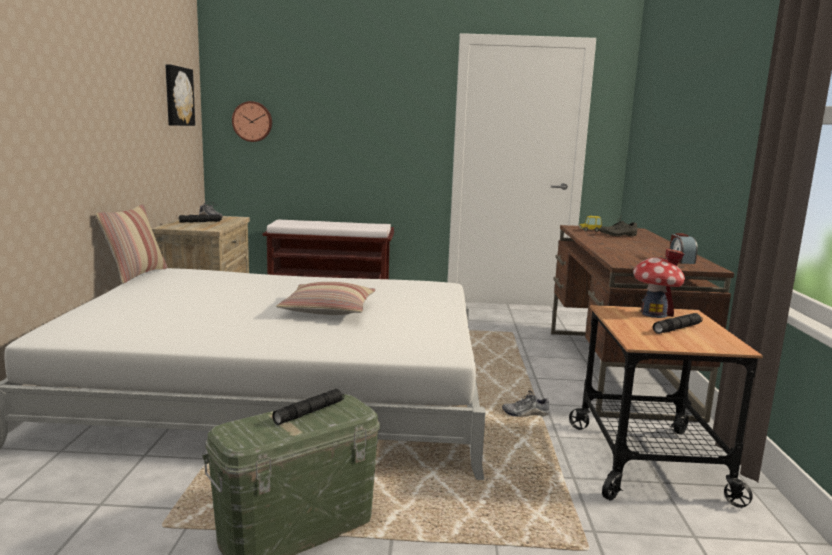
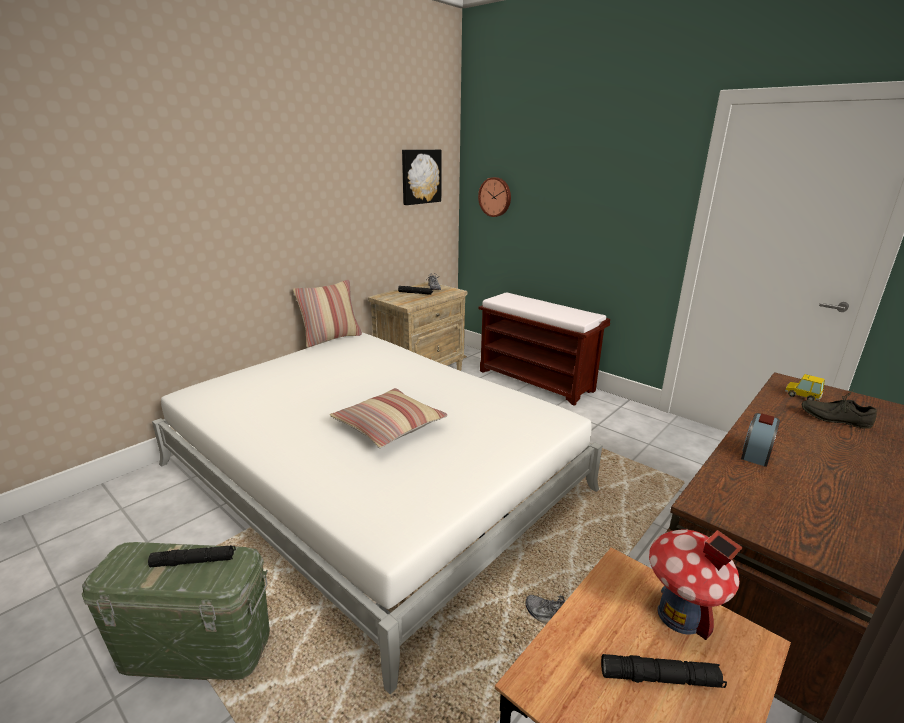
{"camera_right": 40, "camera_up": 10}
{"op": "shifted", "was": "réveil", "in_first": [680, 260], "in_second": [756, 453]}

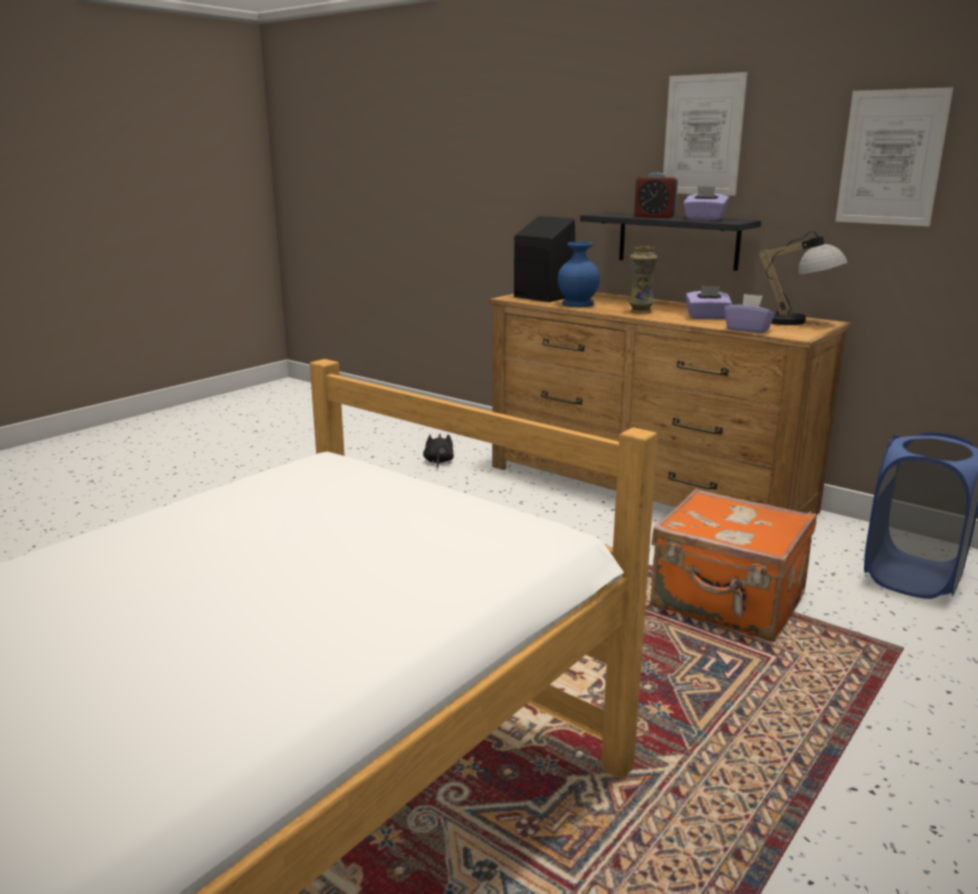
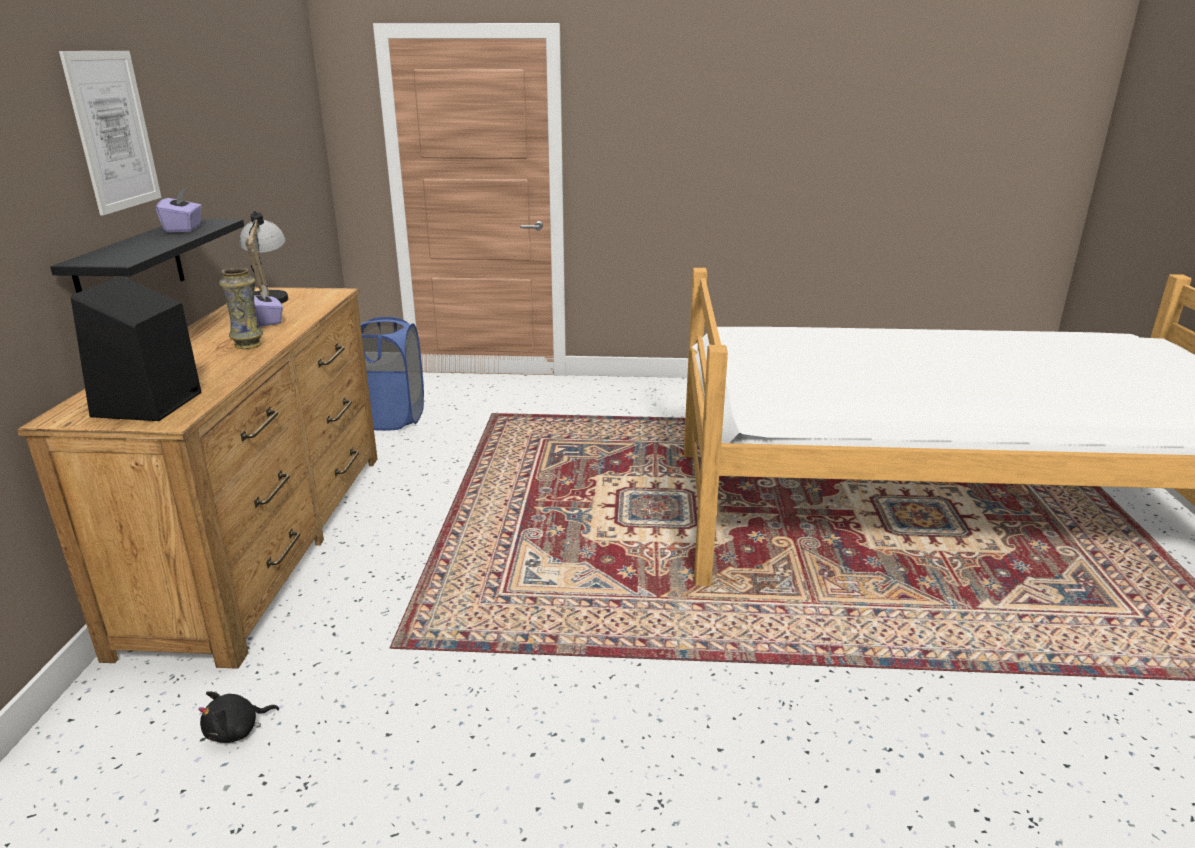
{"camera_right": -125, "camera_up": 5}
{"op": "gone", "was": "tableau", "in_first": [891, 158]}
{"op": "gone", "was": "réveil", "in_first": [654, 217]}
{"op": "gone", "was": "vase [bleu]", "in_first": [578, 304]}
{"op": "gone", "was": "boîte à mouchoirs [violet]", "in_first": [748, 330]}
{"op": "gone", "was": "valise [orange]", "in_first": [728, 603]}

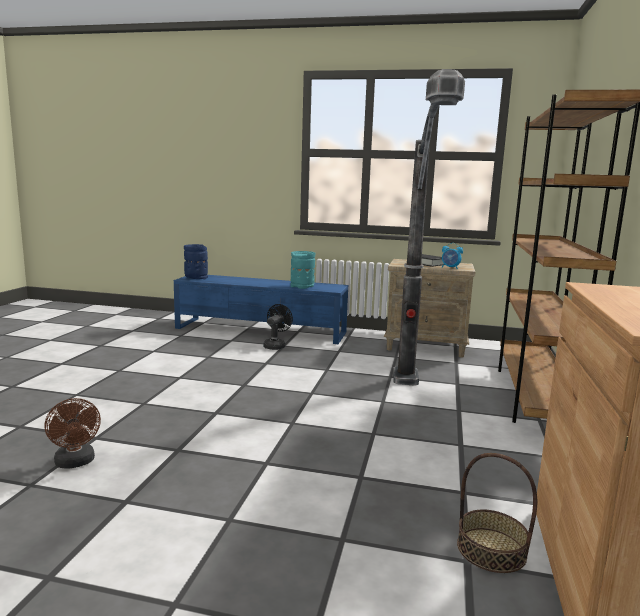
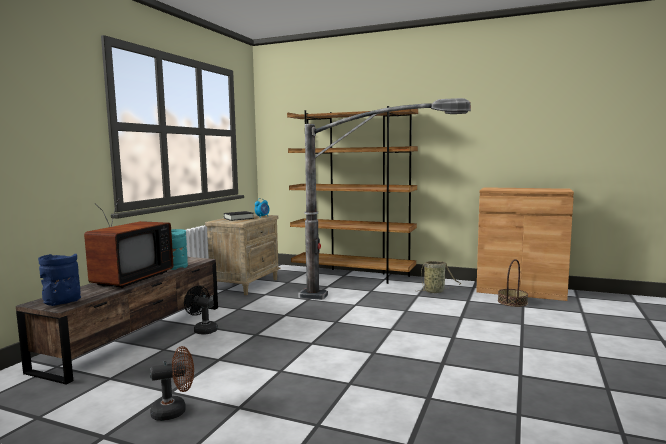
{"camera_right": -80, "camera_up": -5}
{"op": "repainted", "was": "meuble télé [bleu]", "now": "meuble télé [marron]", "in_first": [261, 330], "in_second": [138, 335]}
{"op": "shifted", "was": "ventilateur [marron]", "in_first": [75, 463], "in_second": [175, 411]}
{"op": "new", "now": "téléviseur", "in_second": [128, 279]}
{"op": "new", "now": "panier", "in_second": [435, 291]}

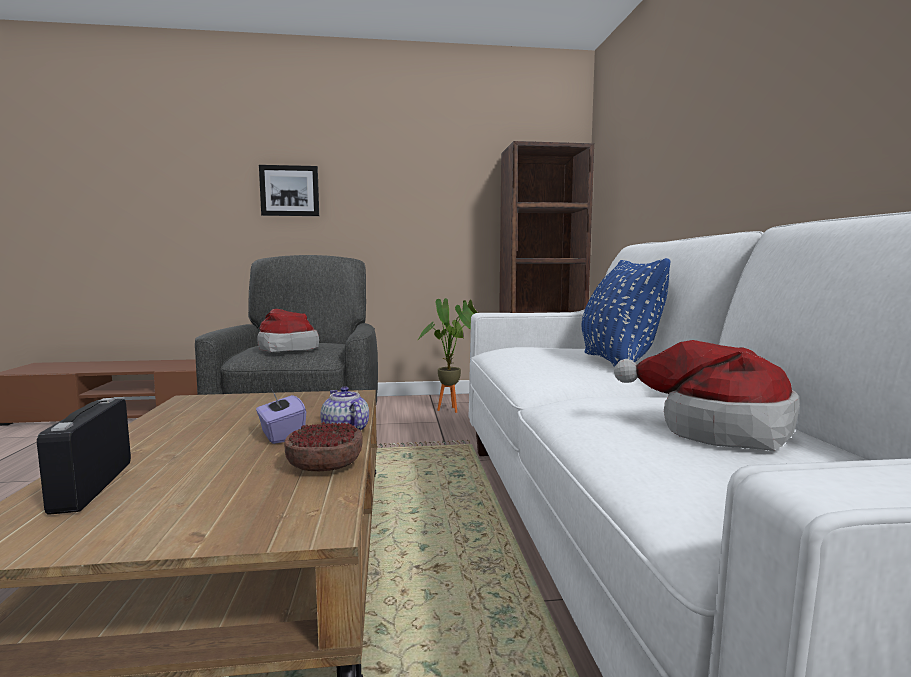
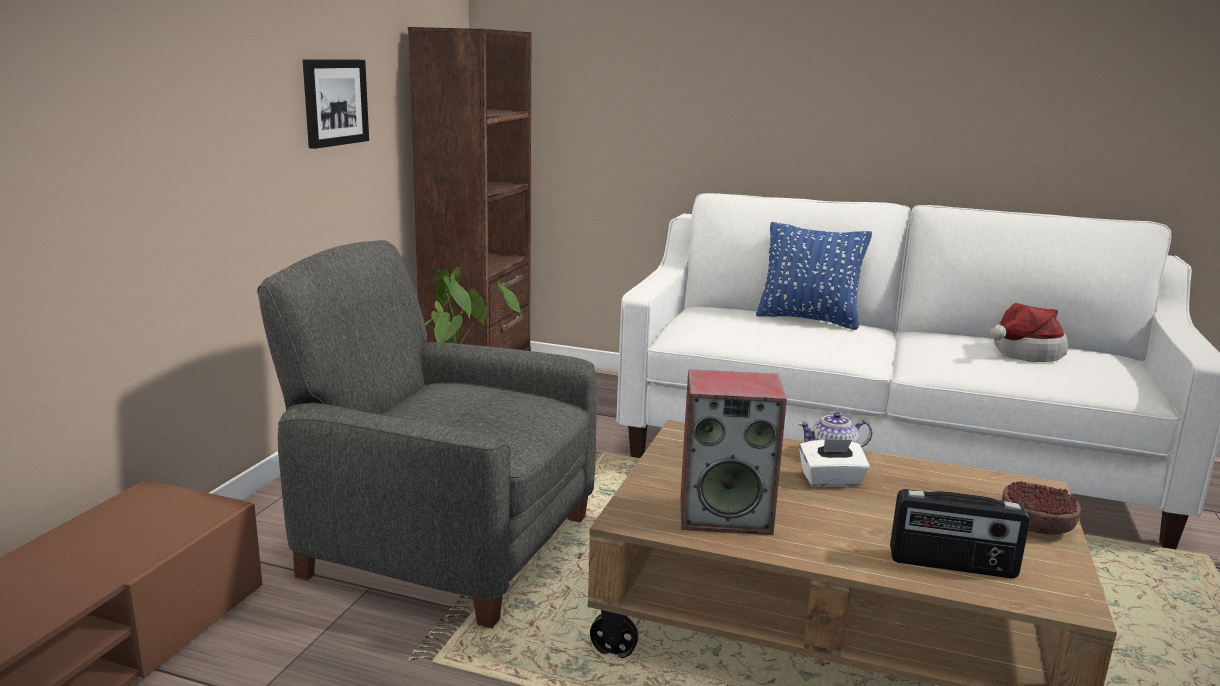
{"camera_right": -65, "camera_up": 10}
{"op": "shifted", "was": "tableau", "in_first": [289, 191], "in_second": [334, 102]}
{"op": "gone", "was": "chapeau", "in_first": [286, 348]}
{"op": "repainted", "was": "boîte à mouchoirs [violet]", "now": "boîte à mouchoirs [blanc]", "in_first": [281, 435], "in_second": [831, 481]}
{"op": "shifted", "was": "bol", "in_first": [324, 465], "in_second": [1036, 525]}
{"op": "new", "now": "enceinte", "in_second": [726, 514]}

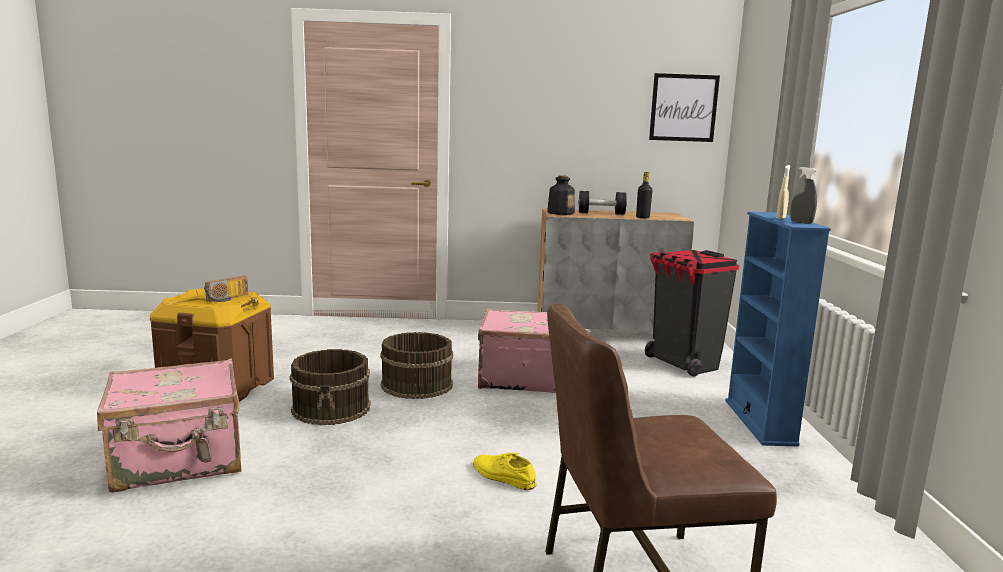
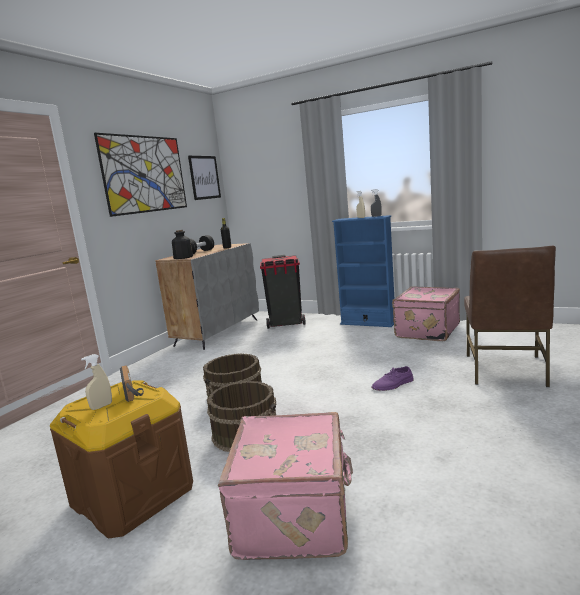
{"camera_right": -60, "camera_up": 0}
{"op": "shifted", "was": "valise [rose]", "in_first": [522, 378], "in_second": [426, 331]}
{"op": "repainted", "was": "chaussure [jaune]", "now": "chaussure [violet]", "in_first": [503, 476], "in_second": [393, 384]}
{"op": "new", "now": "tableau", "in_second": [145, 174]}
{"op": "new", "now": "vaporisateur [beige]", "in_second": [101, 406]}

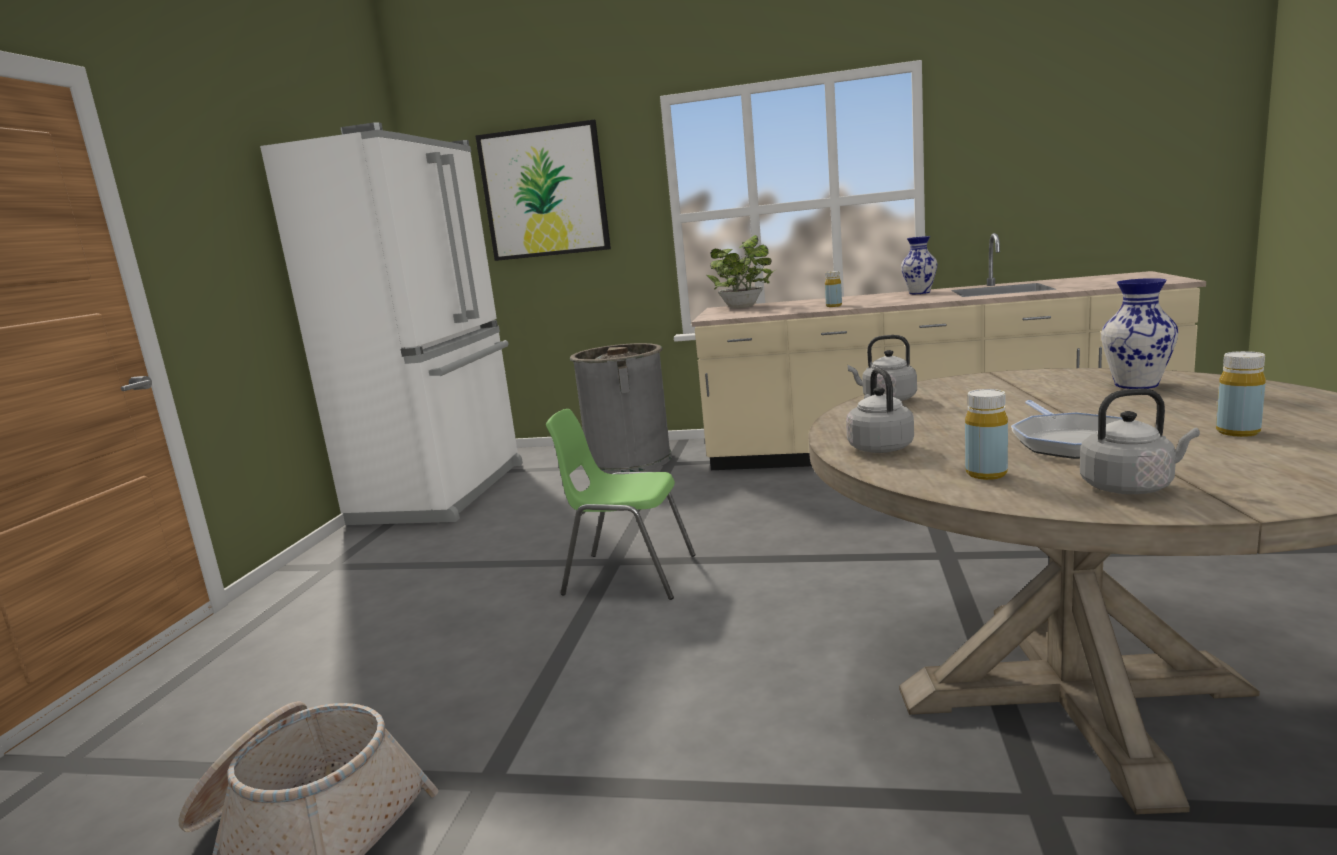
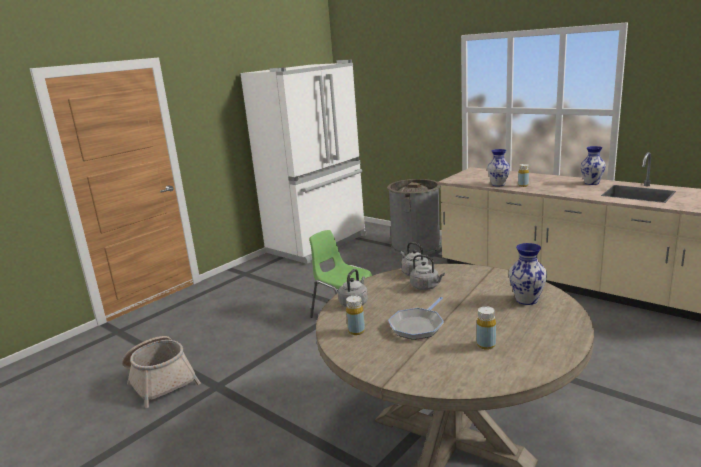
{"camera_right": 30, "camera_up": 5}
{"op": "gone", "was": "tableau", "in_first": [544, 192]}
{"op": "gone", "was": "plante en pot", "in_first": [743, 307]}
{"op": "shifted", "was": "bouilloire [gris]", "in_first": [1130, 487], "in_second": [426, 287]}
{"op": "new", "now": "vase", "in_second": [498, 184]}

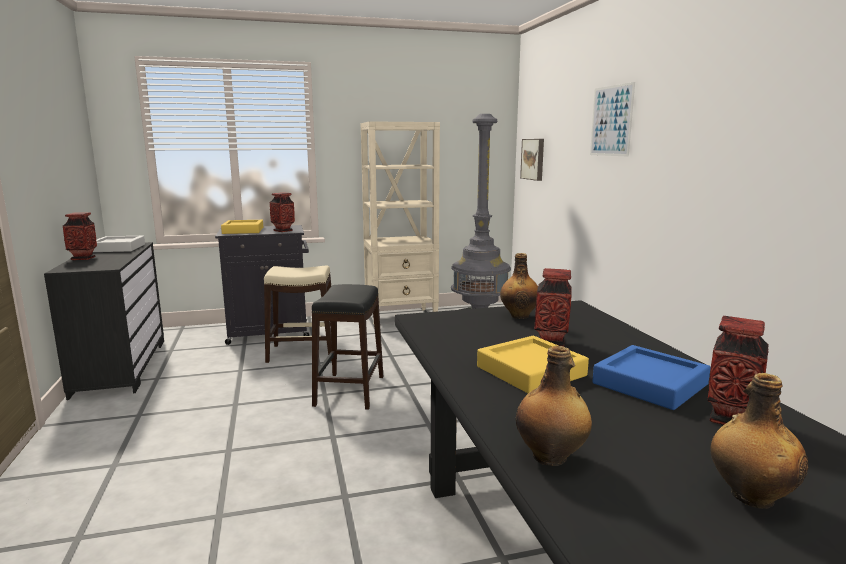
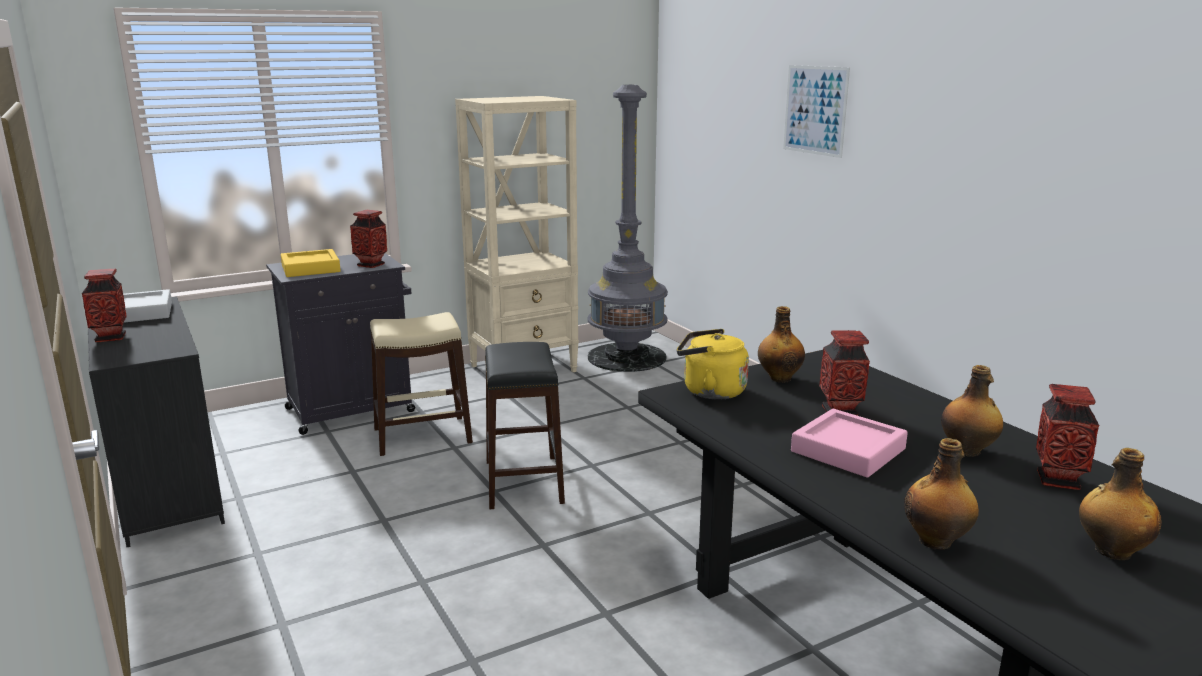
{"camera_right": -15, "camera_up": 5}
{"op": "gone", "was": "tableau", "in_first": [533, 159]}
{"op": "repainted", "was": "plateau [jaune]", "now": "plateau [rose]", "in_first": [531, 371], "in_second": [848, 450]}
{"op": "swapped", "was": "plateau [bleu]", "now": "bouteille", "in_first": [650, 384], "in_second": [967, 451]}
{"op": "new", "now": "bouilloire [jaune]", "in_second": [710, 391]}

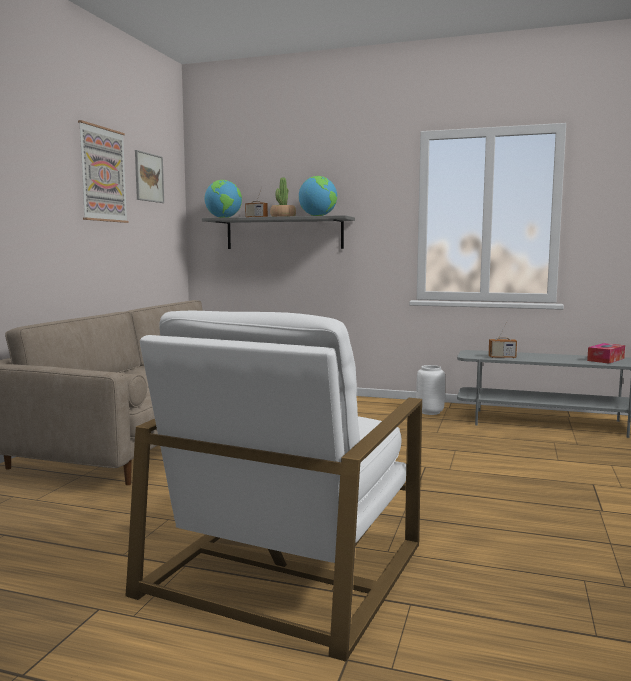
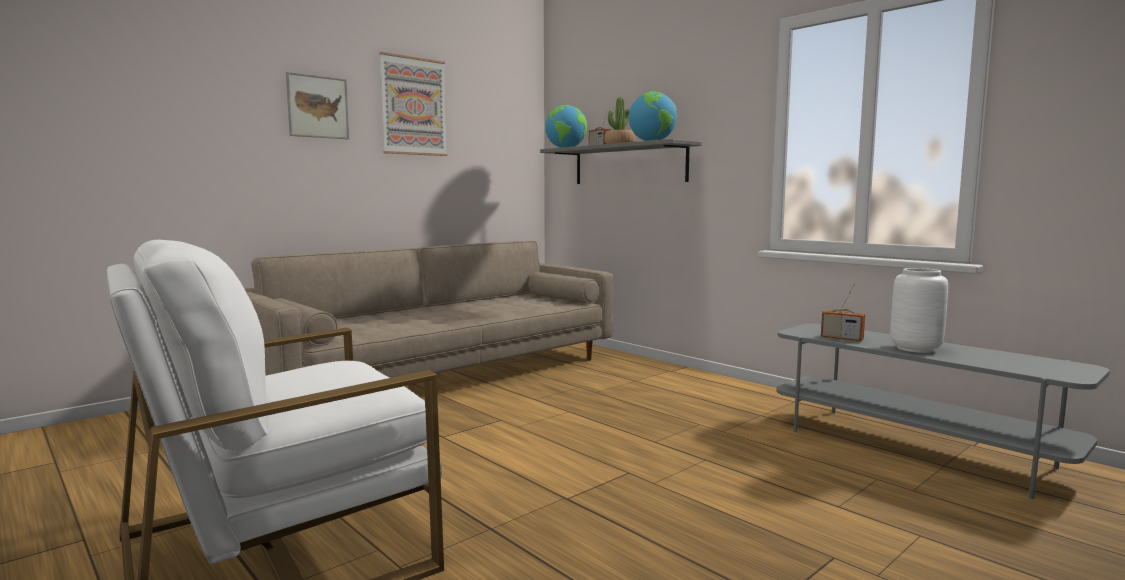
{"camera_right": 30, "camera_up": 0}
{"op": "shifted", "was": "tableau", "in_first": [149, 177], "in_second": [318, 107]}
{"op": "gone", "was": "boîte à mouchoirs", "in_first": [605, 359]}
{"op": "shifted", "was": "vase [blanc]", "in_first": [430, 412], "in_second": [916, 349]}

